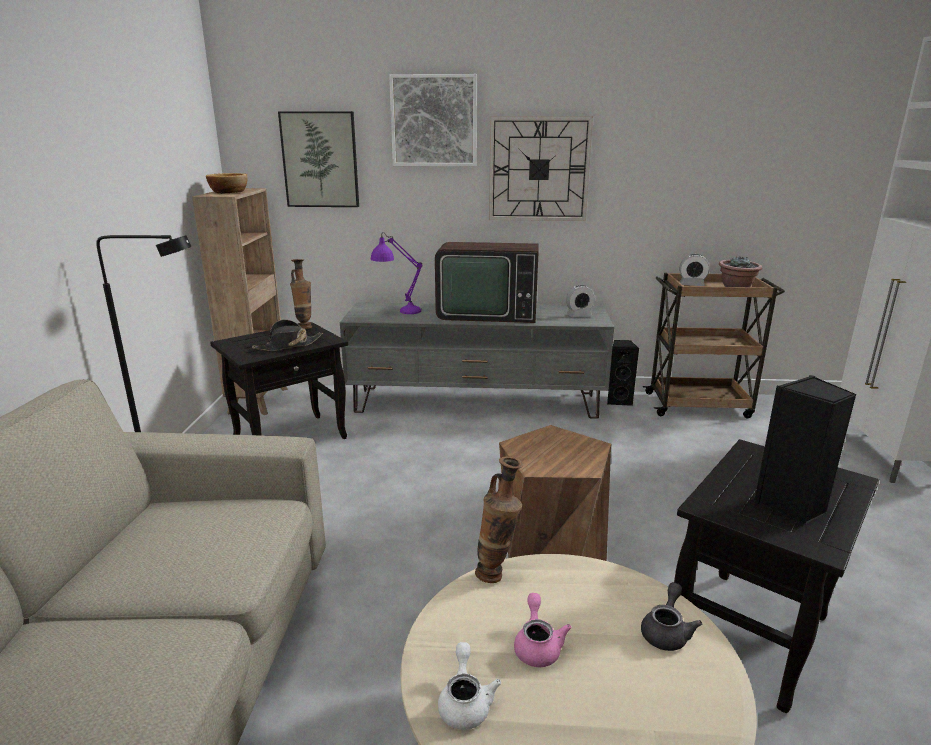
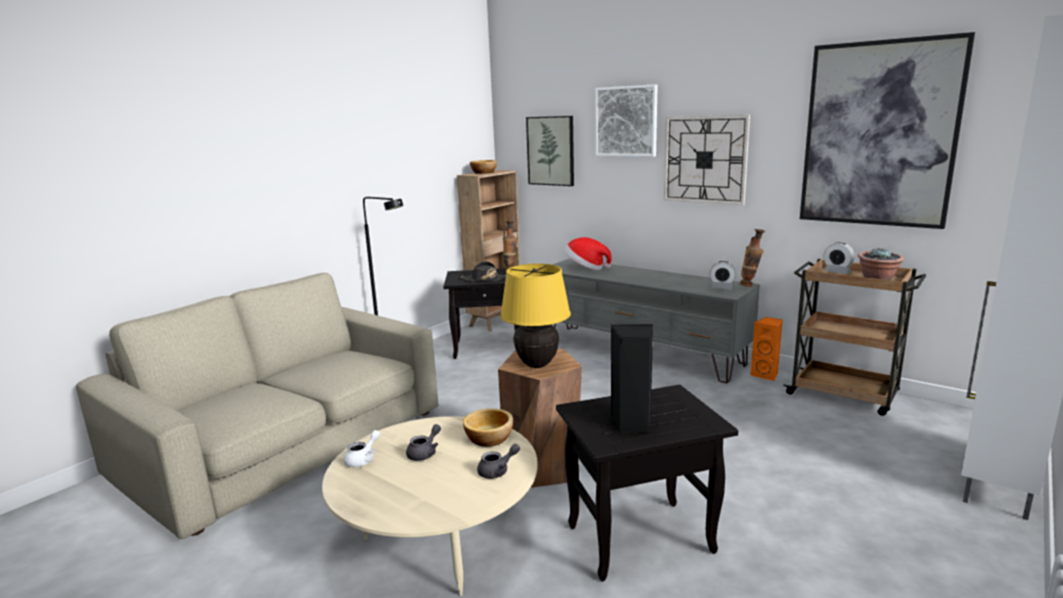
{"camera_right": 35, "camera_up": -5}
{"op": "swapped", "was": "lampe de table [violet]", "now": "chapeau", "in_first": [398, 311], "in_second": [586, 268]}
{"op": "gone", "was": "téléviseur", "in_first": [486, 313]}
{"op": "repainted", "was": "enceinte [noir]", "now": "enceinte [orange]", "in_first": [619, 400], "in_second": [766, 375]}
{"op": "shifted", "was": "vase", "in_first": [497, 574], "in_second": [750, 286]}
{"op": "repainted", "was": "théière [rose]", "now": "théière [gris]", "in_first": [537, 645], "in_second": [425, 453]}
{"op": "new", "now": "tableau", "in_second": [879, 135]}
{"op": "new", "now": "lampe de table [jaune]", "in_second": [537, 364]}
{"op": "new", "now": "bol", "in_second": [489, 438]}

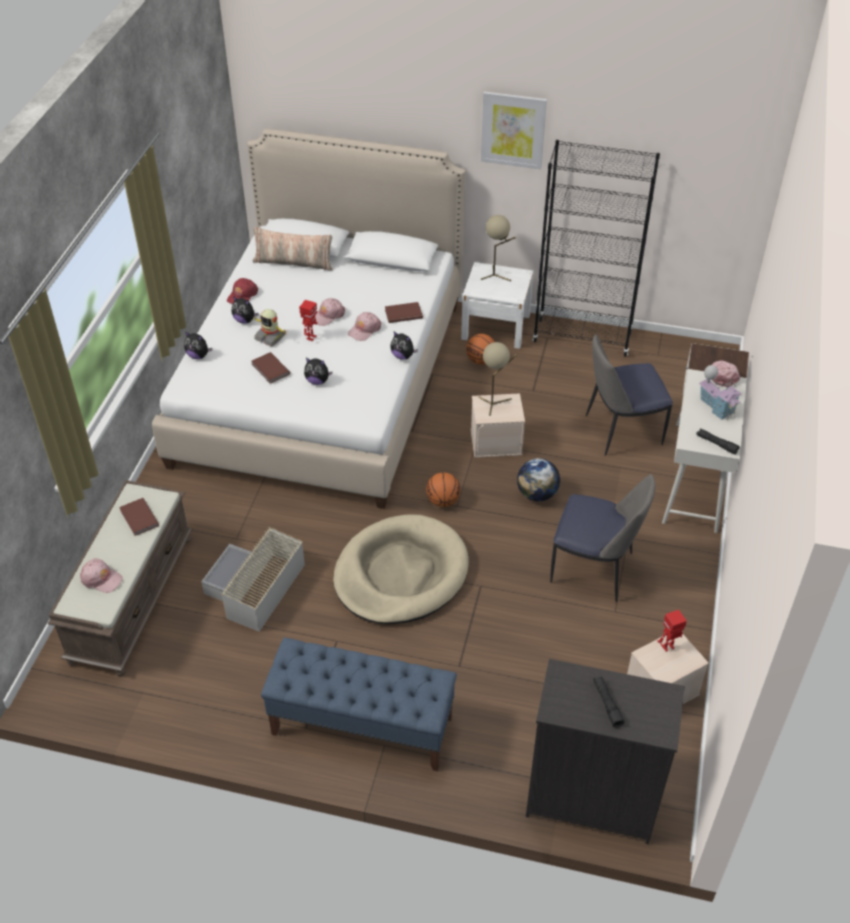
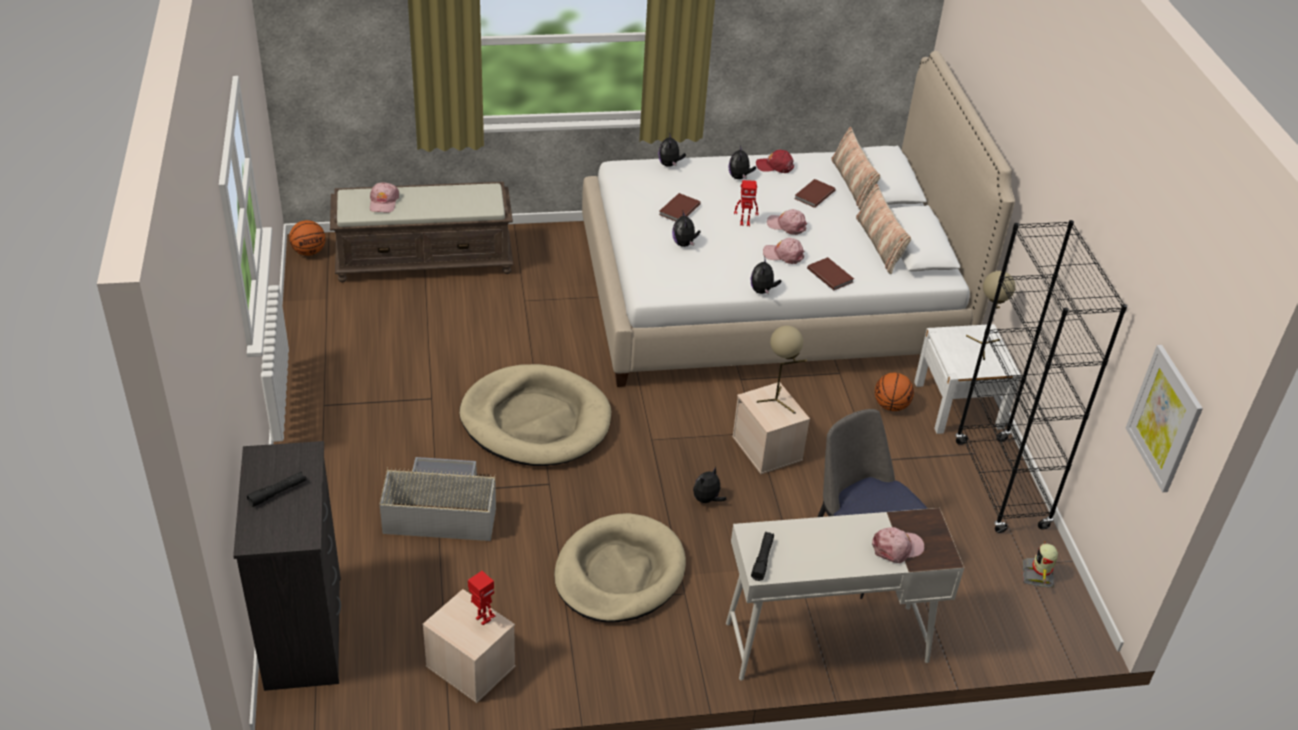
{"camera_right": 65, "camera_up": -5}
{"op": "shifted", "was": "tableau", "in_first": [513, 130], "in_second": [1164, 418]}
{"op": "shifted", "was": "robot jouet", "in_first": [270, 337], "in_second": [1038, 575]}
{"op": "gone", "was": "maison miniature", "in_first": [717, 407]}
{"op": "swapped", "was": "globe", "now": "peluche", "in_first": [537, 494], "in_second": [707, 500]}
{"op": "shifted", "was": "ballon de basket", "in_first": [443, 501], "in_second": [309, 252]}
{"op": "swapped", "was": "chaise", "now": "panier pour chien [beige]", "in_first": [594, 569], "in_second": [619, 573]}
{"op": "shifted", "was": "livre [marron]", "in_first": [138, 518], "in_second": [813, 195]}
{"op": "shifted", "was": "boîte de rangement [gris]", "in_first": [255, 588], "in_second": [439, 511]}
{"op": "gone", "was": "banc [bleu]", "in_first": [361, 726]}
{"op": "new", "now": "coussin", "in_second": [879, 244]}

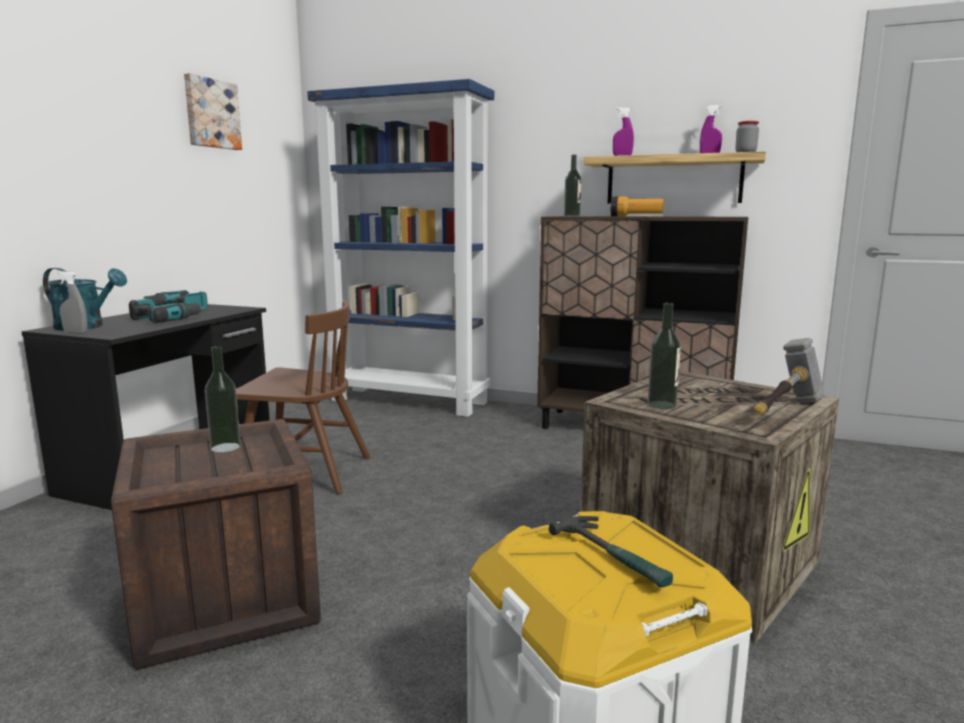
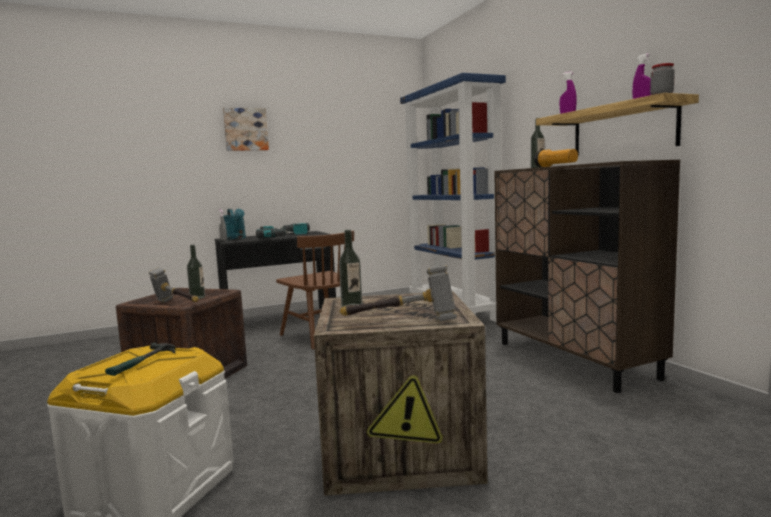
{"camera_right": 45, "camera_up": -5}
{"op": "shifted", "was": "tableau", "in_first": [211, 114], "in_second": [245, 129]}
{"op": "new", "now": "marteau", "in_second": [176, 305]}

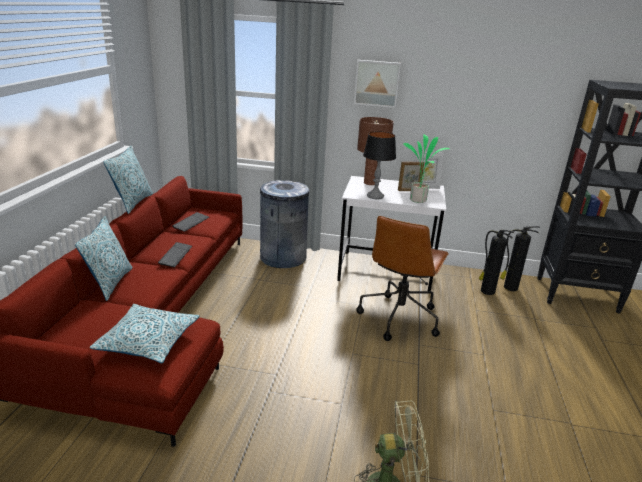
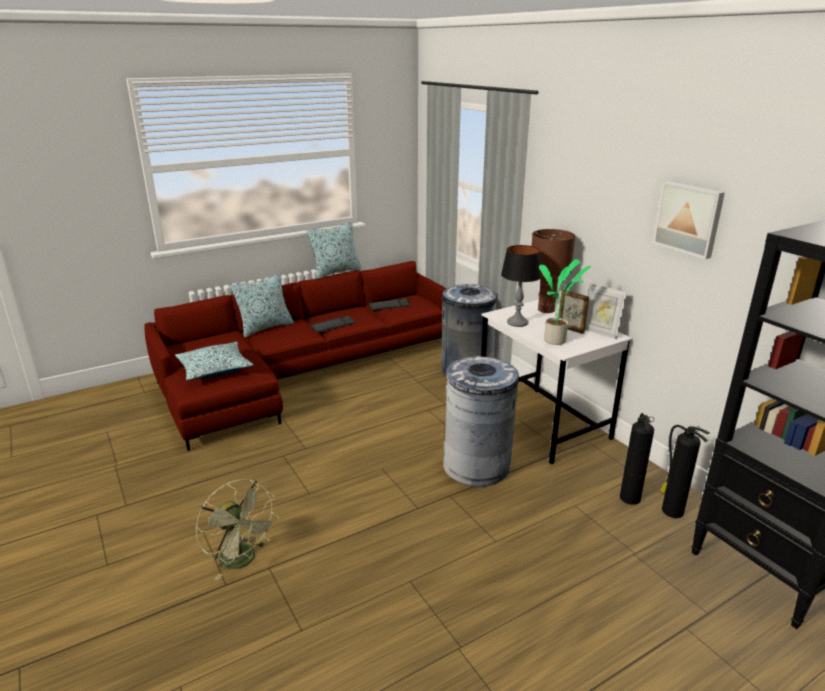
{"camera_right": 50, "camera_up": 0}
{"op": "shifted", "was": "tableau", "in_first": [377, 83], "in_second": [689, 218]}
{"op": "swapped", "was": "chaise de bureau [marron]", "now": "poubelle [gris]", "in_first": [399, 317], "in_second": [476, 466]}

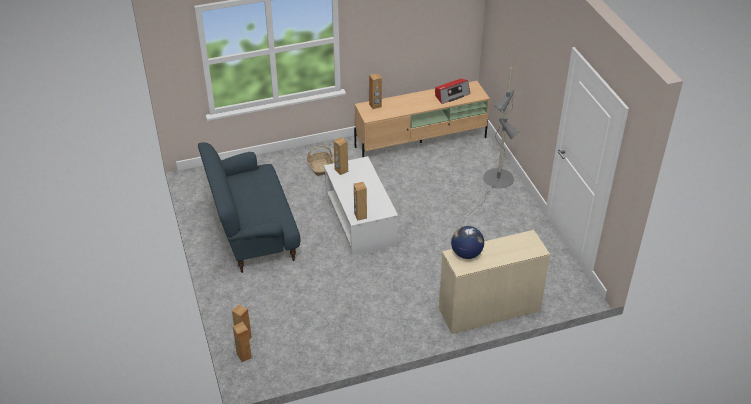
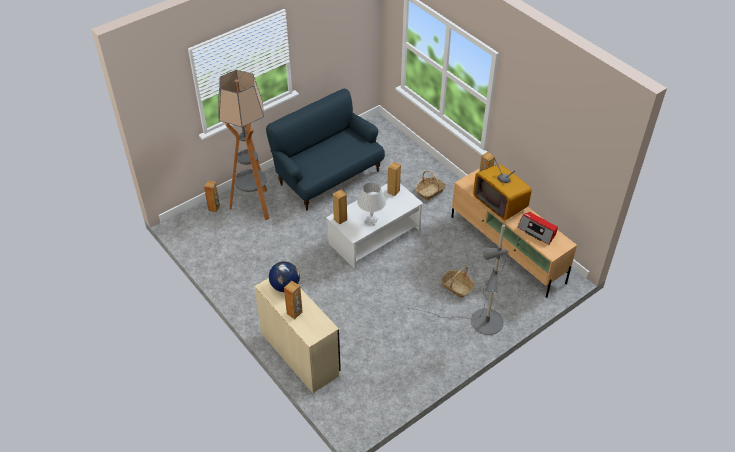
{"camera_right": 70, "camera_up": 5}
{"op": "shifted", "was": "enceinte [marron]", "in_first": [244, 356], "in_second": [294, 313]}
{"op": "new", "now": "lampadaire", "in_second": [254, 205]}
{"op": "new", "now": "téléviseur", "in_second": [500, 203]}
{"op": "new", "now": "lampe de table [blanc]", "in_second": [371, 220]}
{"op": "new", "now": "panier", "in_second": [457, 287]}

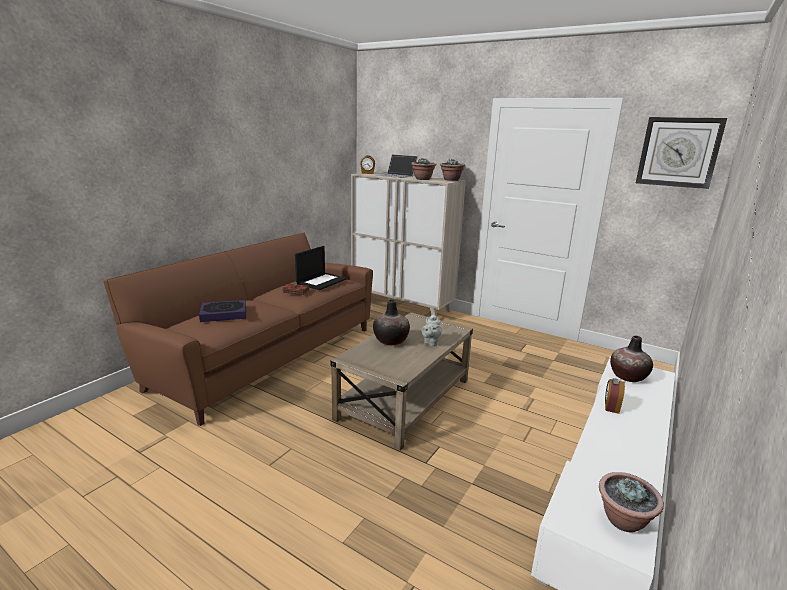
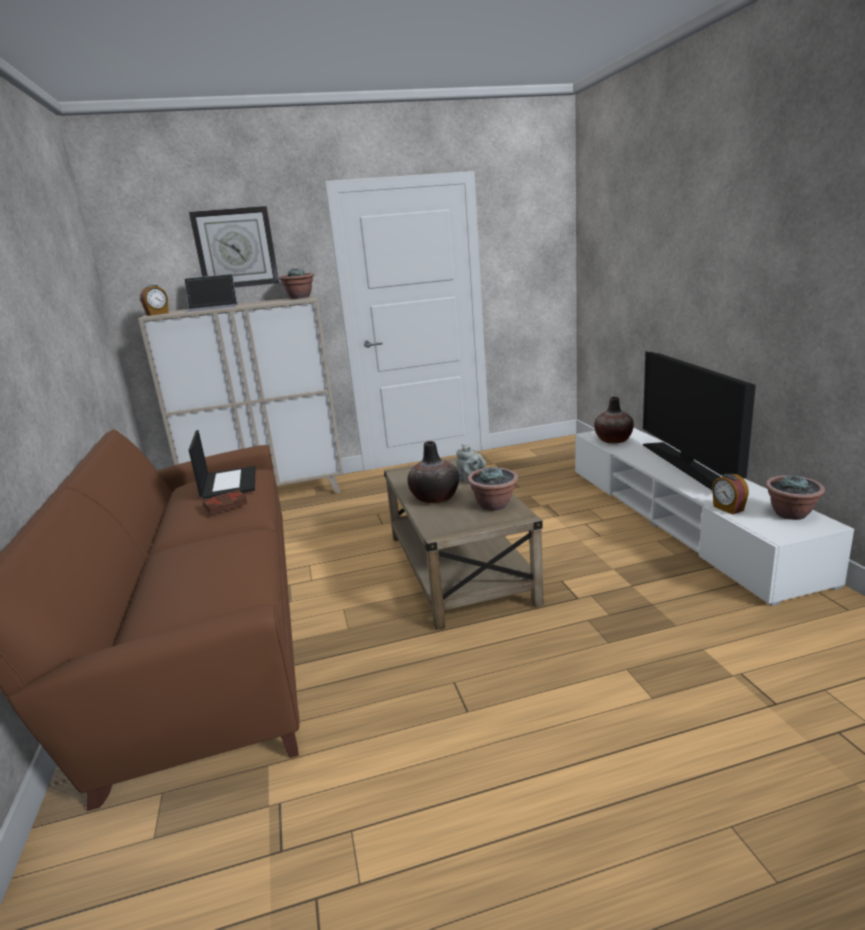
{"camera_right": -45, "camera_up": 0}
{"op": "shifted", "was": "horloge murale", "in_first": [678, 152], "in_second": [235, 248]}
{"op": "shifted", "was": "plante en pot", "in_first": [423, 179], "in_second": [494, 505]}
{"op": "gone", "was": "livre", "in_first": [224, 314]}
{"op": "shifted", "was": "réveil", "in_first": [611, 407], "in_second": [728, 508]}
{"op": "new", "now": "téléviseur", "in_second": [688, 466]}

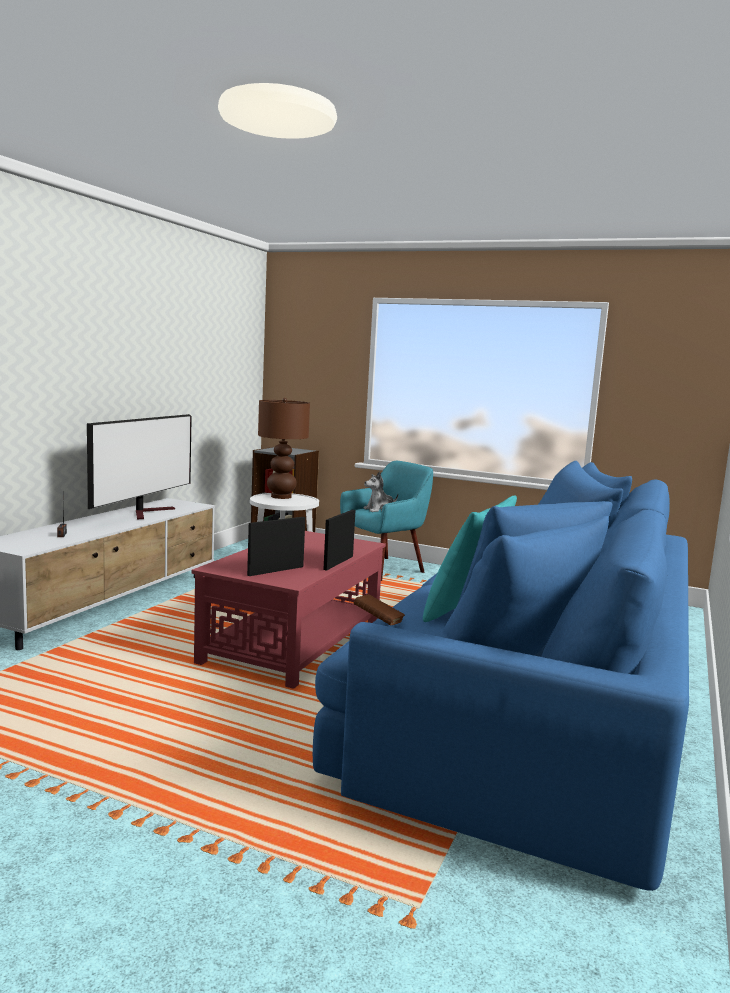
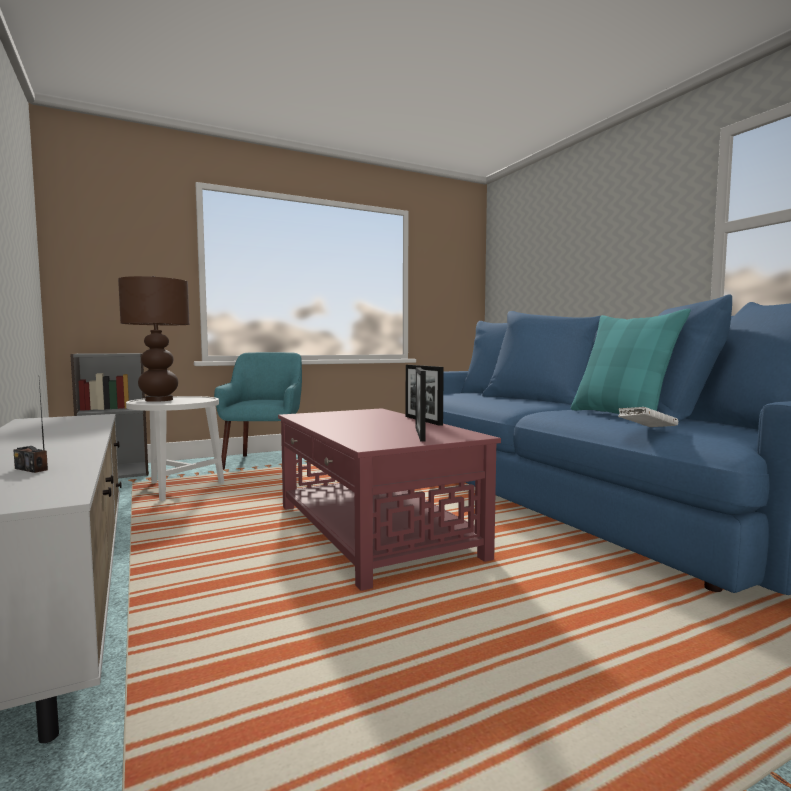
{"camera_right": -50, "camera_up": -5}
{"op": "gone", "was": "téléviseur", "in_first": [148, 512]}
{"op": "gone", "was": "peluche", "in_first": [379, 510]}
{"op": "repainted", "was": "livre [marron]", "now": "livre [blanc]", "in_first": [378, 621], "in_second": [646, 430]}

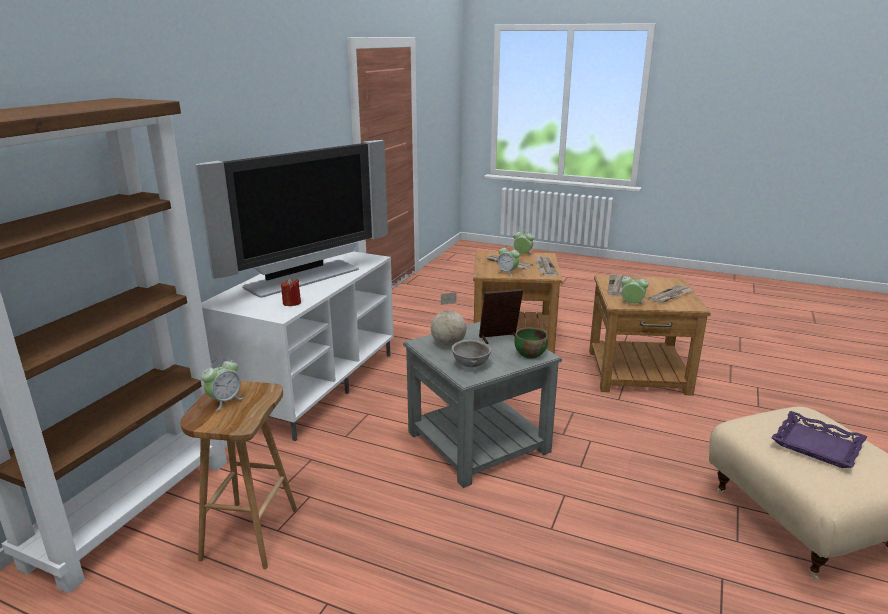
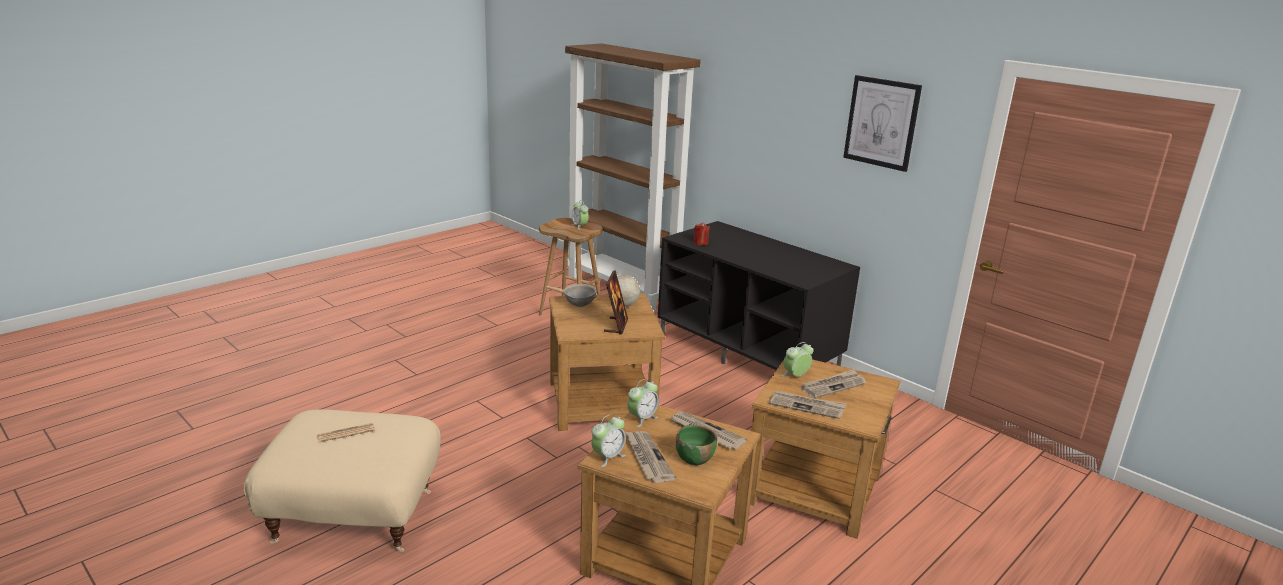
{"camera_right": 110, "camera_up": 0}
{"op": "gone", "was": "téléviseur", "in_first": [304, 278]}
{"op": "shifted", "was": "réveil", "in_first": [522, 254], "in_second": [608, 457]}
{"op": "repainted", "was": "meuble télé [blanc]", "now": "meuble télé [noir]", "in_first": [311, 383], "in_second": [749, 351]}
{"op": "repainted", "was": "table d'appoint [gris]", "now": "table d'appoint [marron]", "in_first": [477, 442], "in_second": [601, 402]}
{"op": "shifted", "was": "bol [vert]", "in_first": [530, 354], "in_second": [694, 458]}
{"op": "swapped", "was": "plateau [violet]", "now": "journal", "in_first": [816, 445], "in_second": [346, 433]}
{"op": "new", "now": "tableau", "in_second": [881, 122]}

